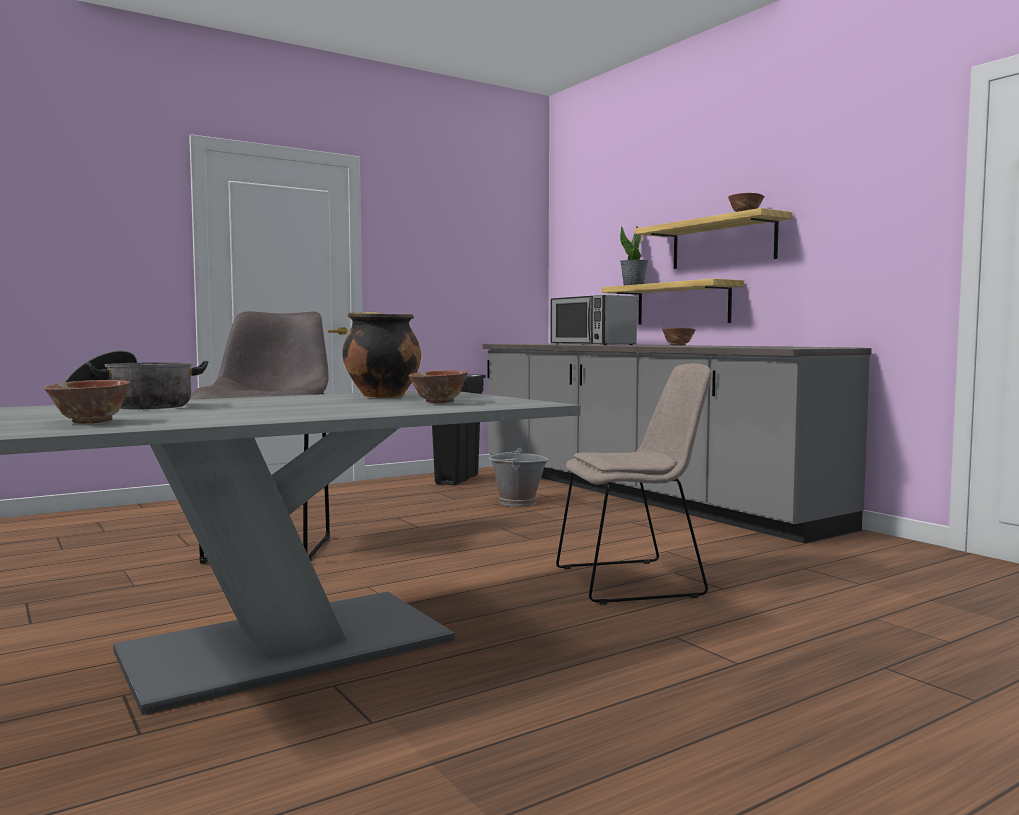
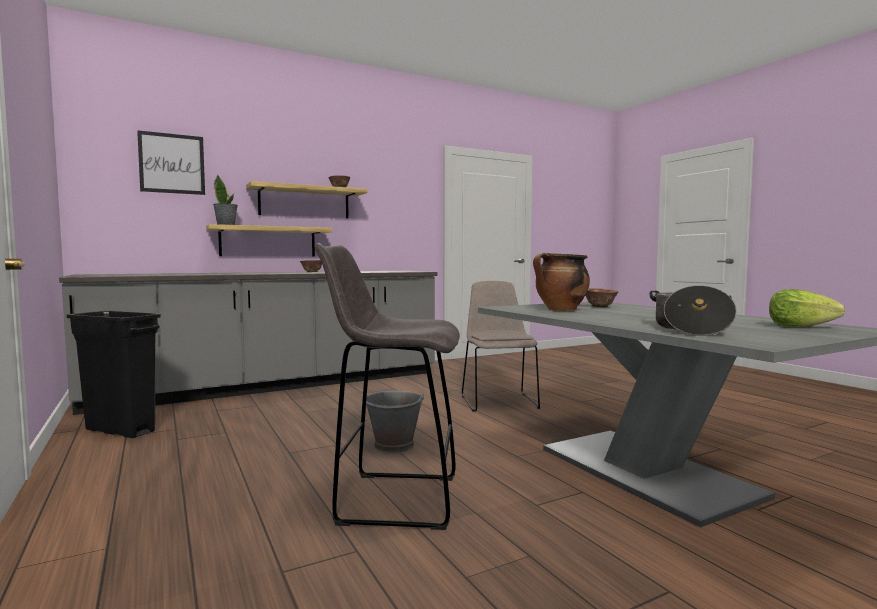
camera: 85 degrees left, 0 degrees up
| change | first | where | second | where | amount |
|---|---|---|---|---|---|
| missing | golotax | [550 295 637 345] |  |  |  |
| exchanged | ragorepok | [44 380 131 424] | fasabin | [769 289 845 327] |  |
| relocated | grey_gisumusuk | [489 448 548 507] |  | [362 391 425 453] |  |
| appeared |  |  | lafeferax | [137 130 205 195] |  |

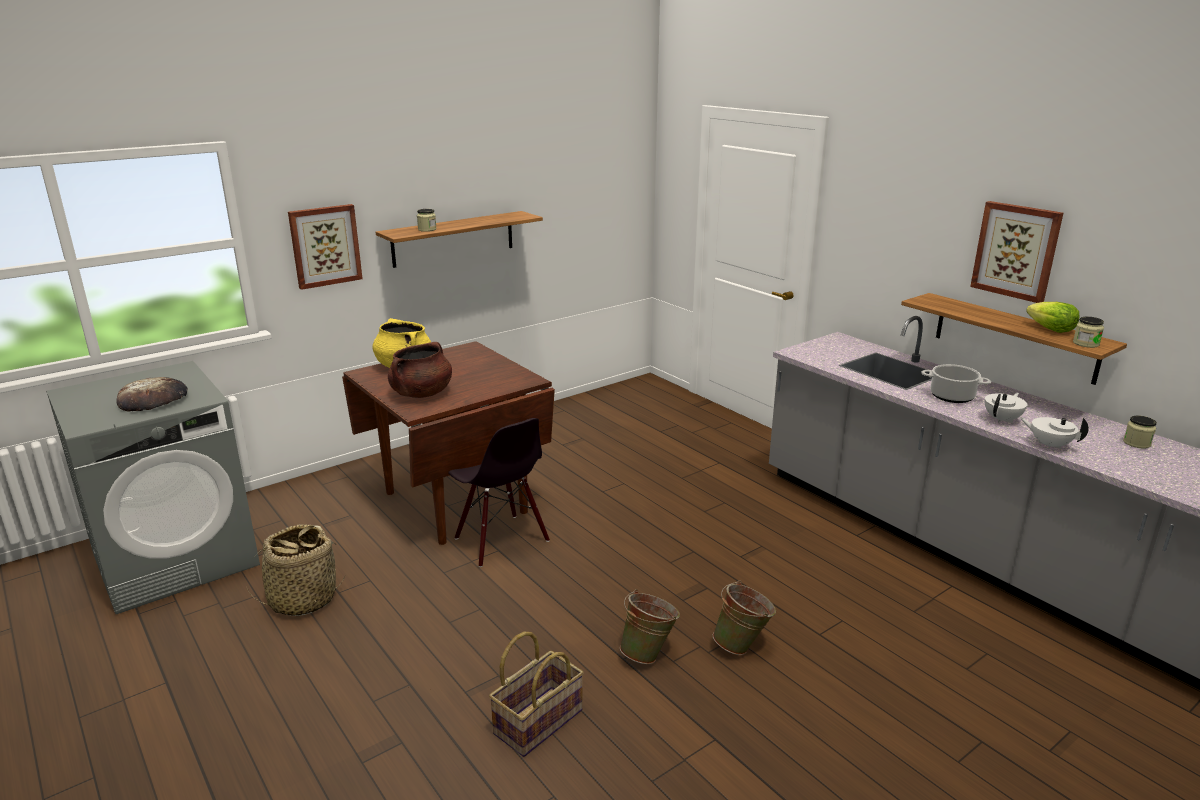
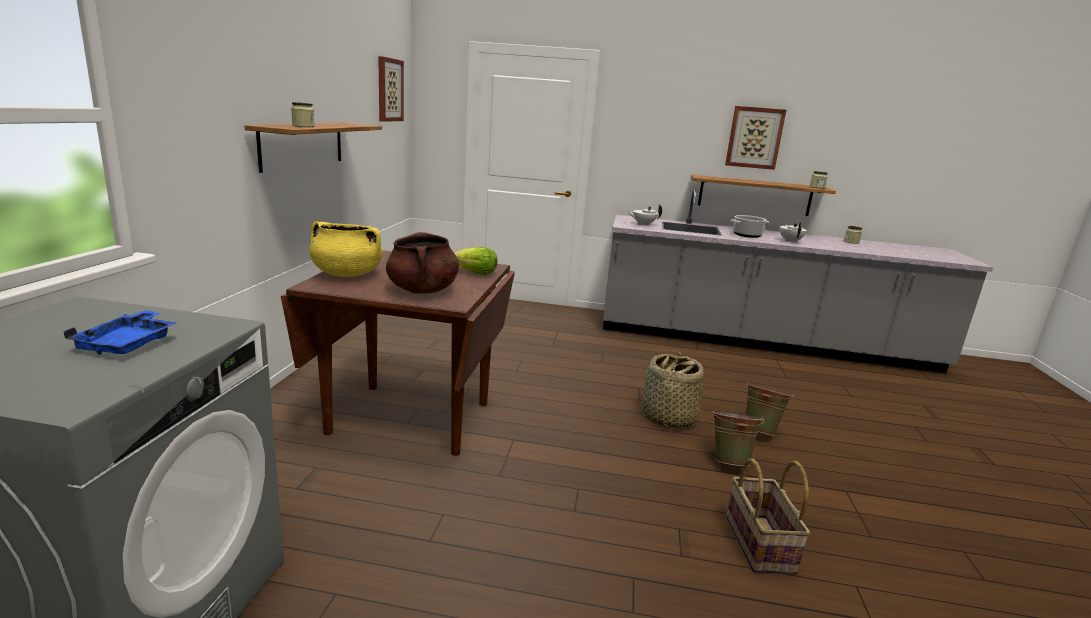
camera: 45 degrees left, 5 degrees down
| change | first | where | second | where | amount |
|---|---|---|---|---|---|
| relocated | lafeferax | [288 204 363 290] |  | [378 56 404 122] |  |
| relocated | fasabin | [1026 302 1079 333] |  | [454 247 497 275] |  |
| exchanged | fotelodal | [116 377 188 412] | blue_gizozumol | [63 310 178 355] |  |
| relocated | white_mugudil | [1020 417 1089 449] |  | [627 205 662 226] |  |
| missing | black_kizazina | [448 418 550 567] |  |  |  |
| relocated | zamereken | [247 524 345 616] |  | [642 351 704 428] |  |

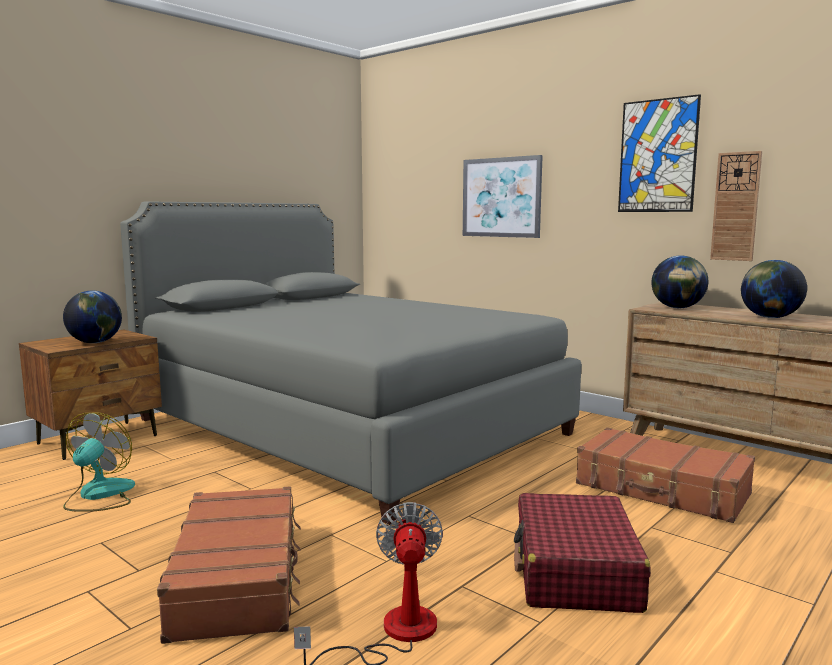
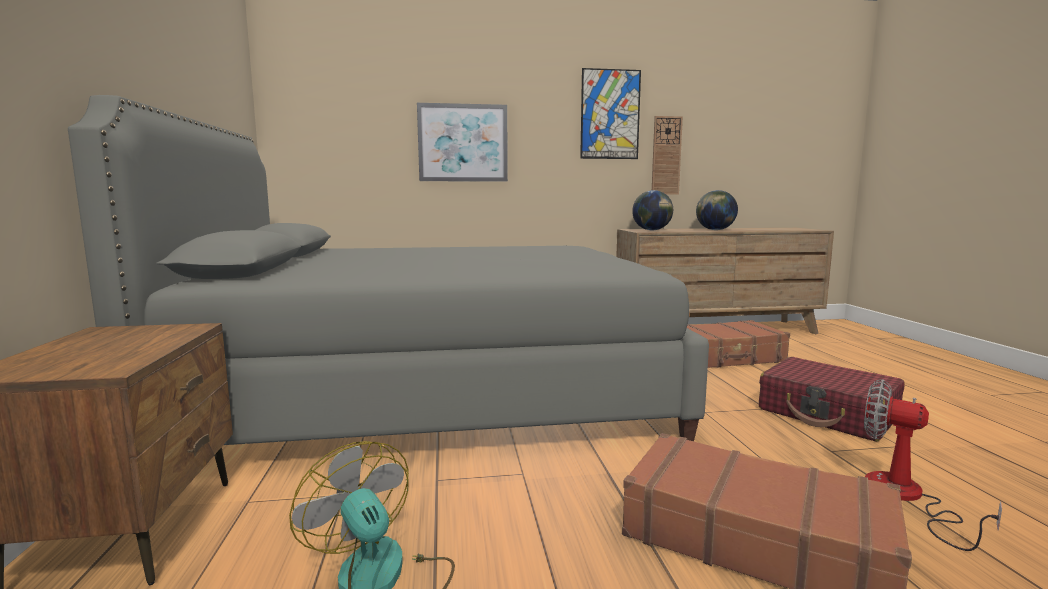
camera: 50 degrees left, 0 degrees up
| change | first | where | second | where | amount |
|---|---|---|---|---|---|
| missing | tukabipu | [63 291 122 343] |  |  |  |

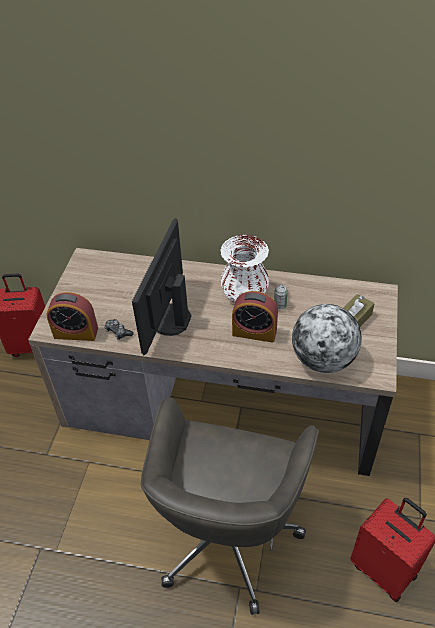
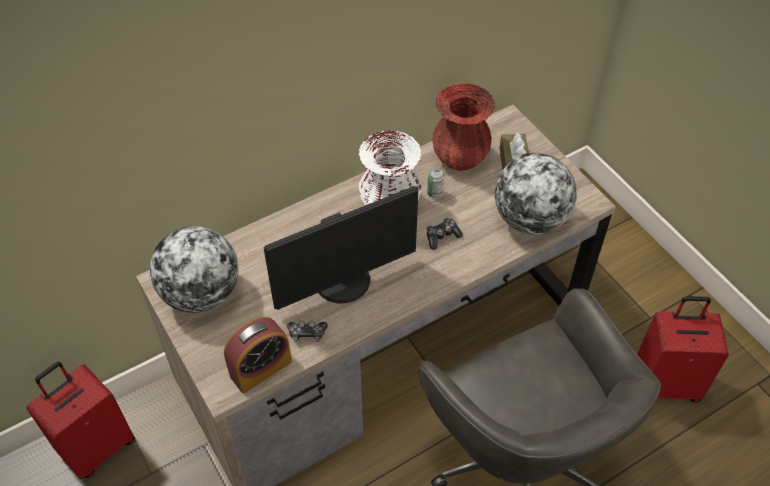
camera: 45 degrees left, 5 degrees up
| change | first | where | second | where | amount |
|---|---|---|---|---|---|
| spun | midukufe | [132 218 191 355] |  | [264 186 419 310] | 90 degrees counterclockwise |
| exchanged | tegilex | [232 291 278 343] | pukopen | [427 218 463 250] |  |
| appeared |  |  | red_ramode | [432 83 495 171] |  |
| appeared |  |  | tukabipu | [150 226 238 313] |  |

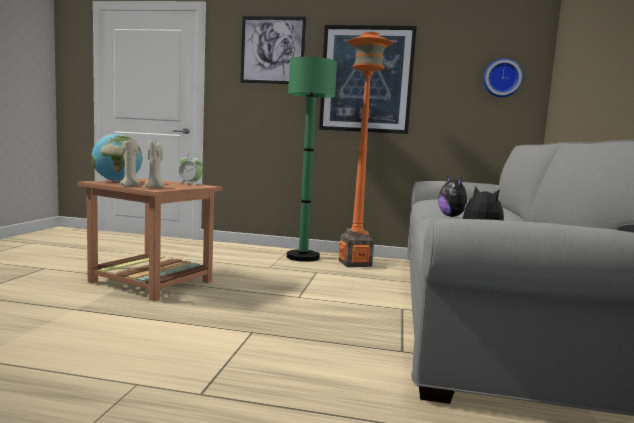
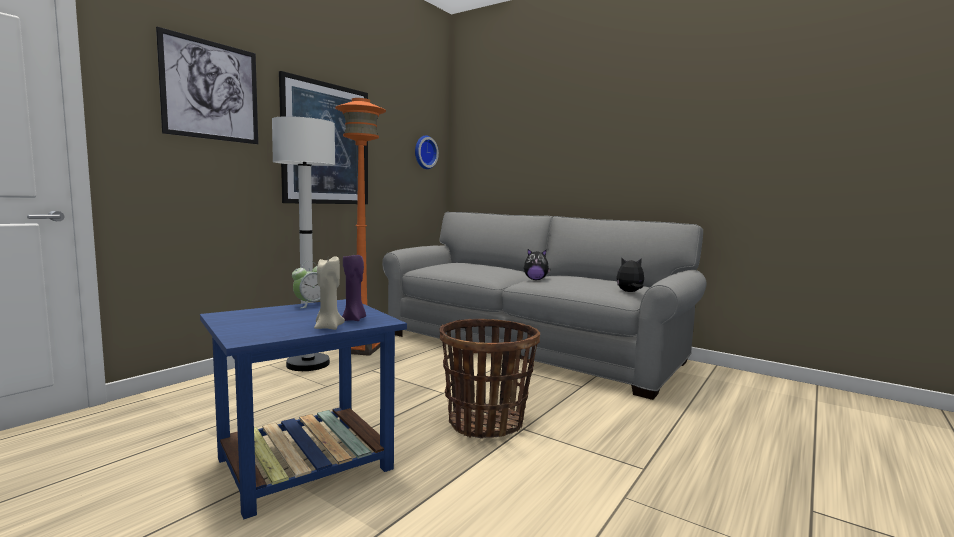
camera: 65 degrees left, 0 degrees up
| change | first | where | second | where | amount |
|---|---|---|---|---|---|
| colour | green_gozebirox | [287 57 337 262] | white_gozebirox | [272 116 335 371] |  |
| missing | tukabipu | [91 134 143 182] |  |  |  |
| colour | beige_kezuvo | [145 141 164 187] | purple_kezuvo | [342 254 366 321] |  |
| colour | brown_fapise | [78 179 222 301] | blue_fapise | [200 299 407 519] |  |
| appeared |  |  | zamereken | [440 319 540 439] |  |

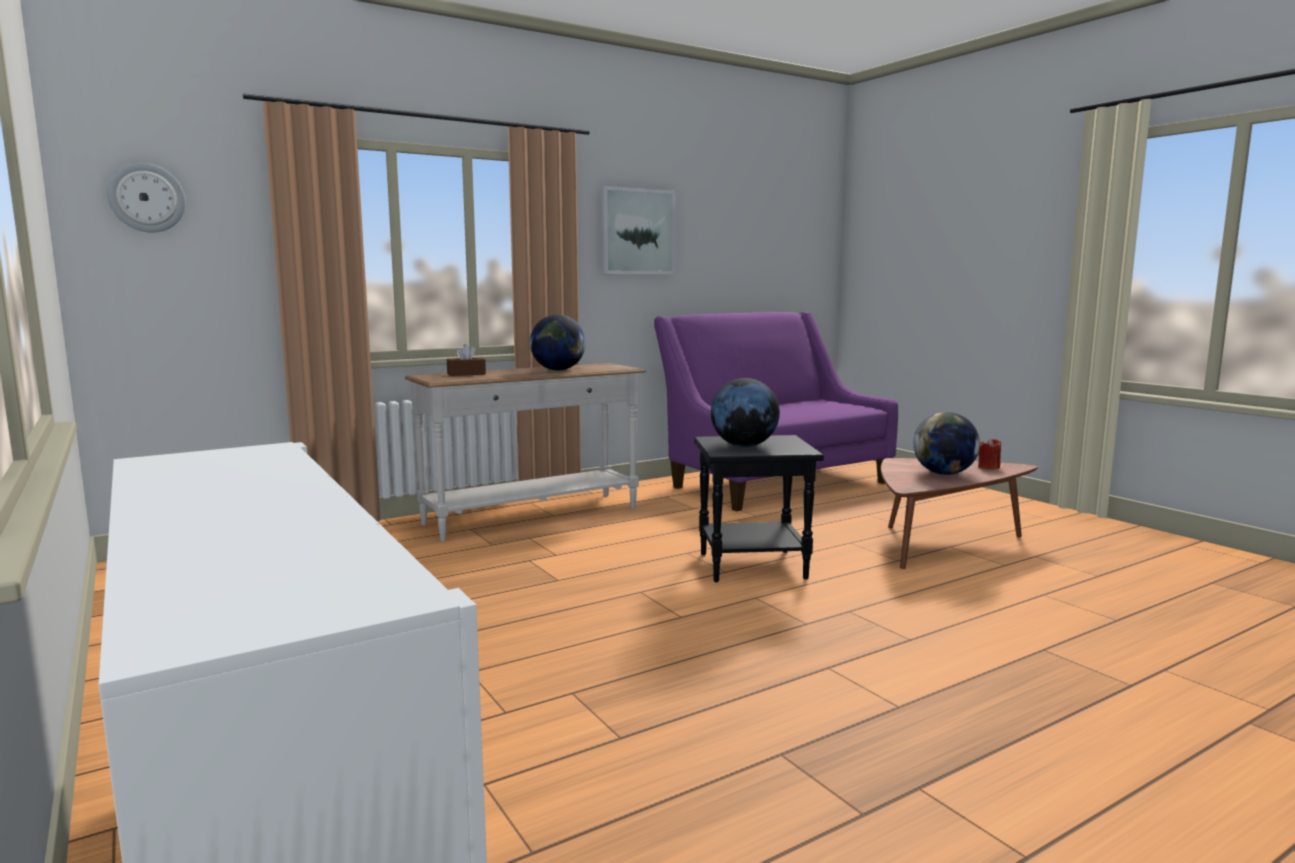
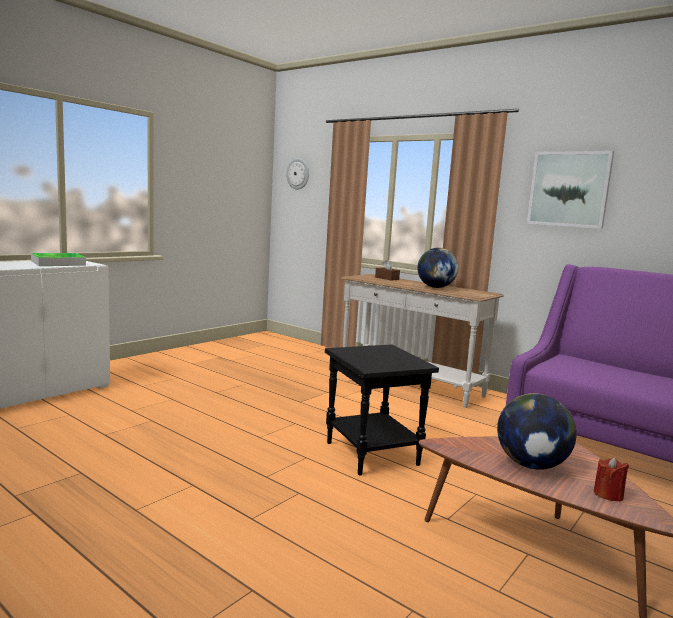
camera: 70 degrees right, 0 degrees up
| change | first | where | second | where | amount |
|---|---|---|---|---|---|
| missing | tukabipu | [711 378 780 447] |  |  |  |
| appeared |  |  | gizozumol | [31 253 86 266] |  |

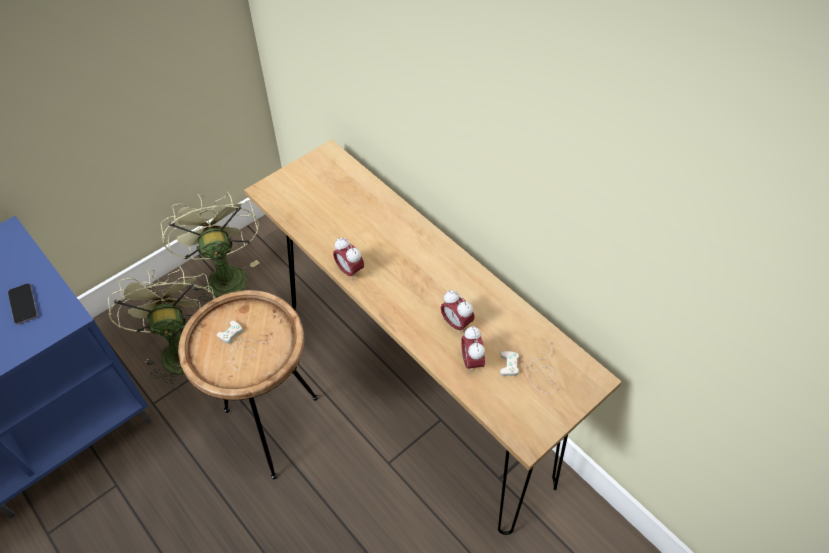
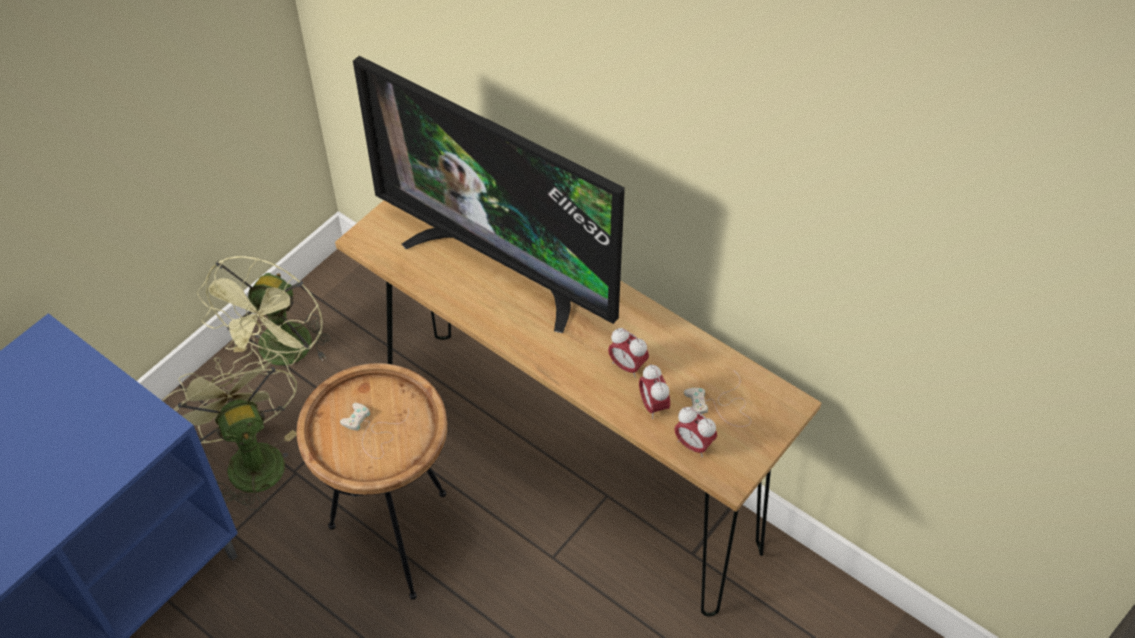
camera: 10 degrees left, 0 degrees up
| change | first | where | second | where | amount |
|---|---|---|---|---|---|
| spun | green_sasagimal | [160 192 259 302] |  | [197 256 331 365] | 135 degrees counterclockwise |
| relocated | tegilex | [333 237 364 281] |  | [674 407 717 457] |  |
| missing | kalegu | [8 283 38 325] |  |  |  |
| appeared |  |  | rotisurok | [353 56 625 333] |  |

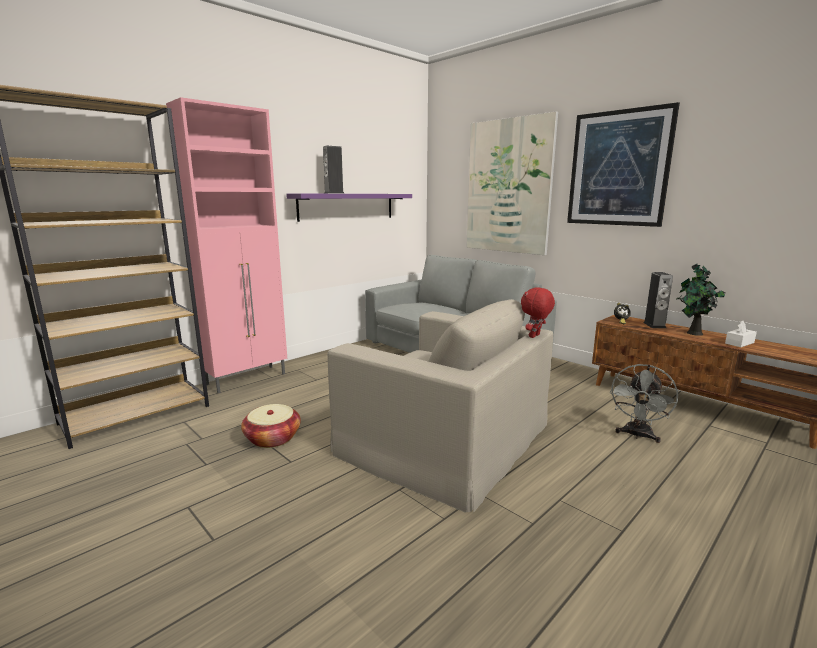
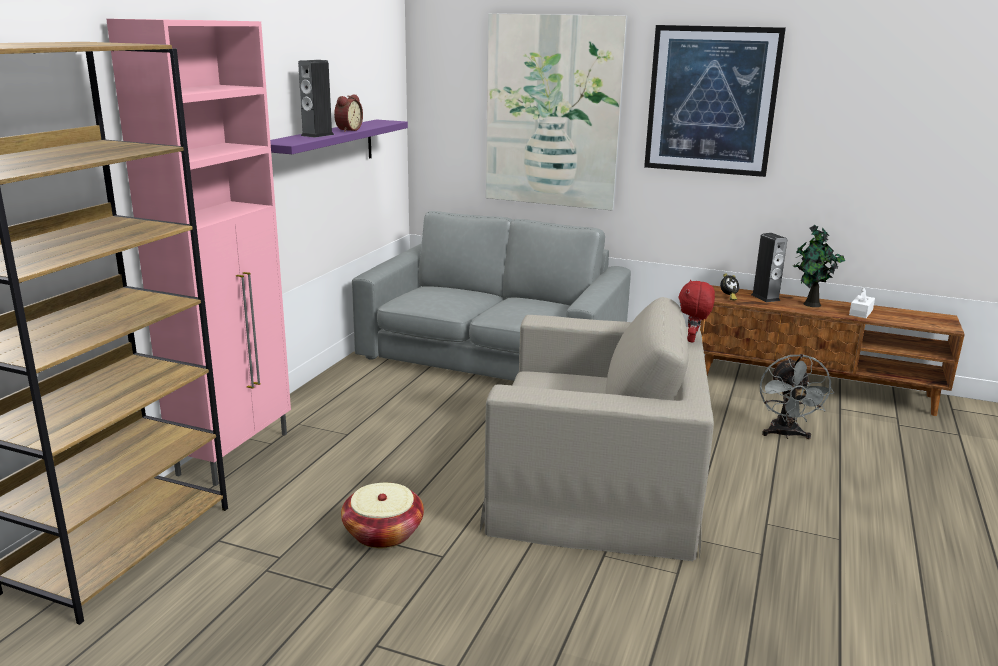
camera: 25 degrees left, 5 degrees up
| change | first | where | second | where | amount |
|---|---|---|---|---|---|
| appeared |  |  | tegilex | [334 94 363 132] |  |

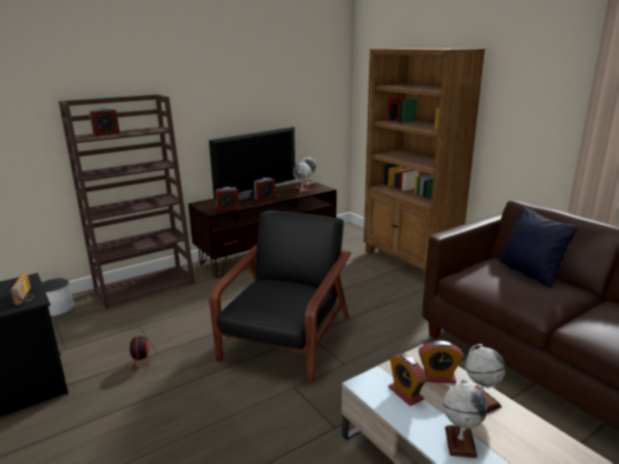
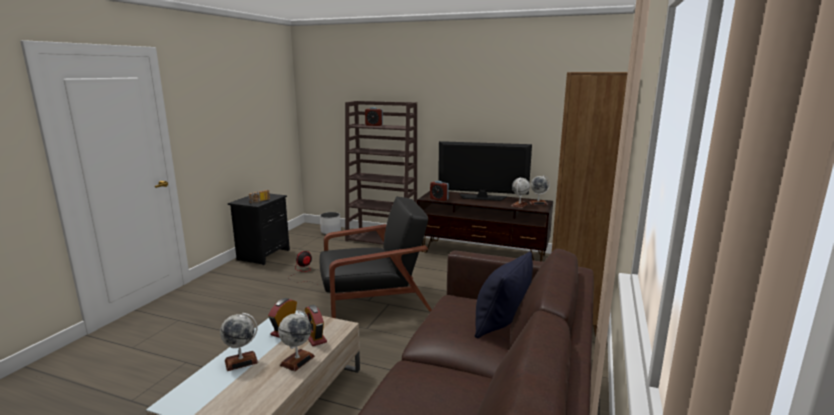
camera: 55 degrees right, 5 degrees down
| change | first | where | second | where | amount |
|---|---|---|---|---|---|
| missing | tegilex | [254 178 276 201] |  |  |  |

